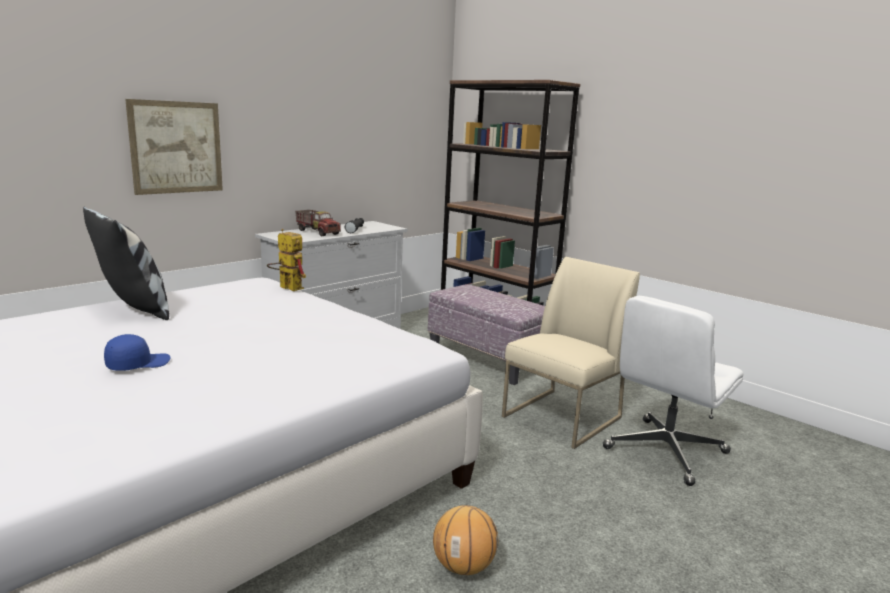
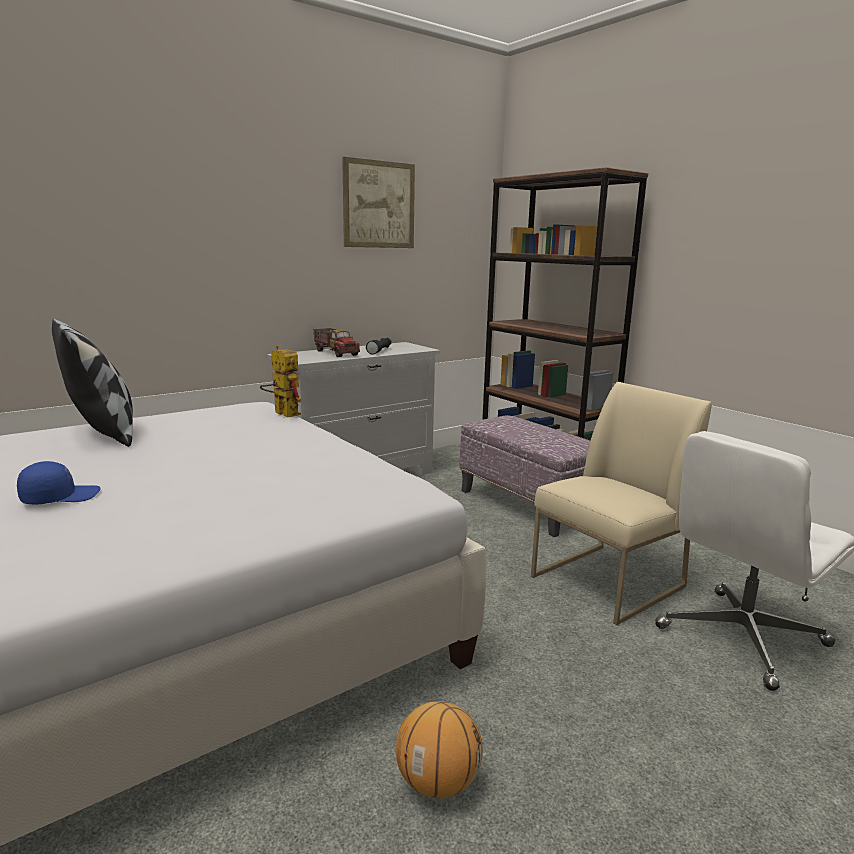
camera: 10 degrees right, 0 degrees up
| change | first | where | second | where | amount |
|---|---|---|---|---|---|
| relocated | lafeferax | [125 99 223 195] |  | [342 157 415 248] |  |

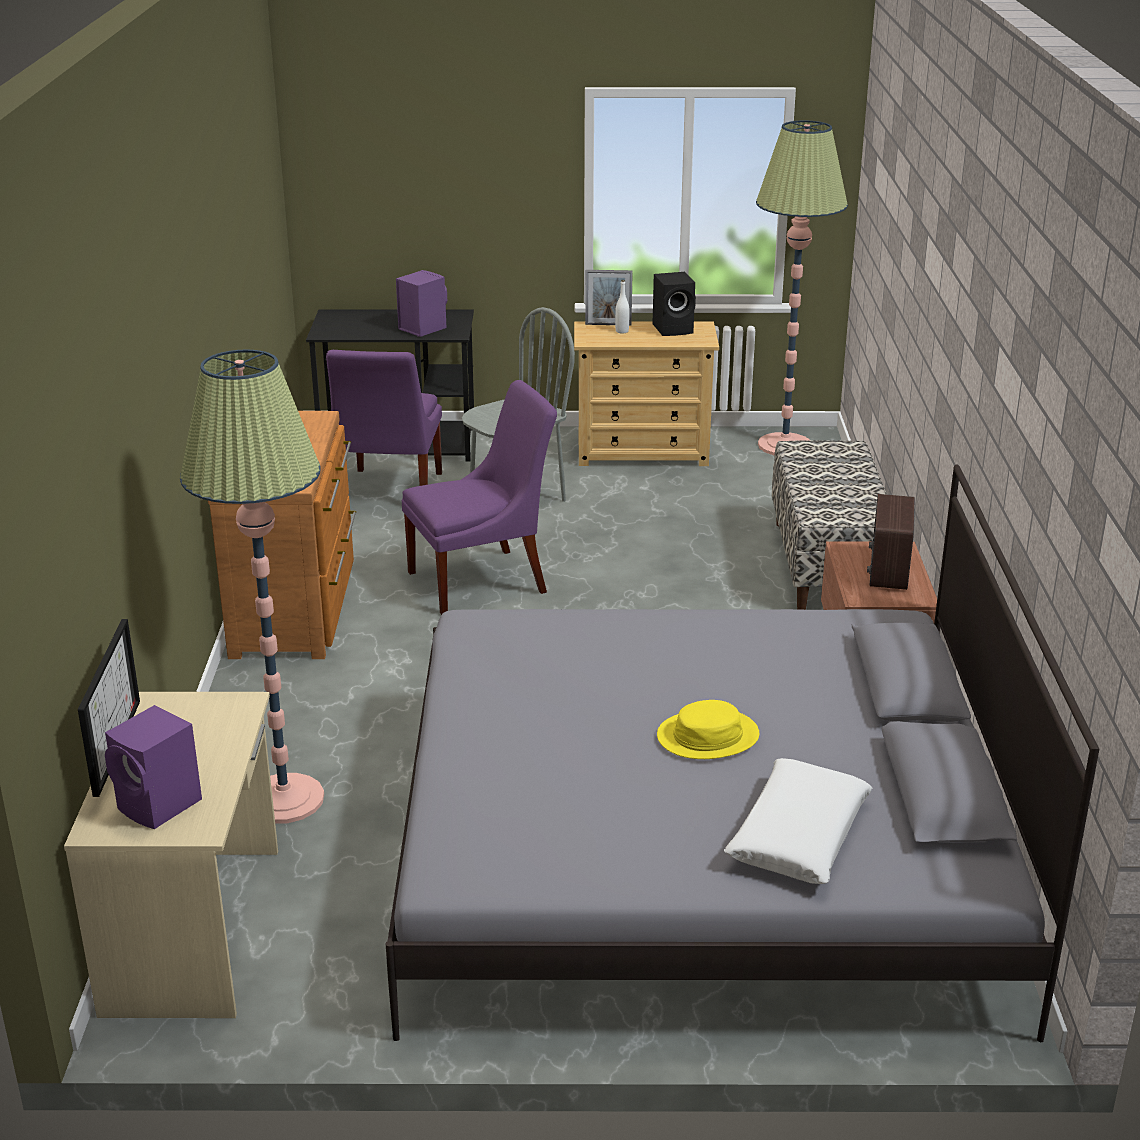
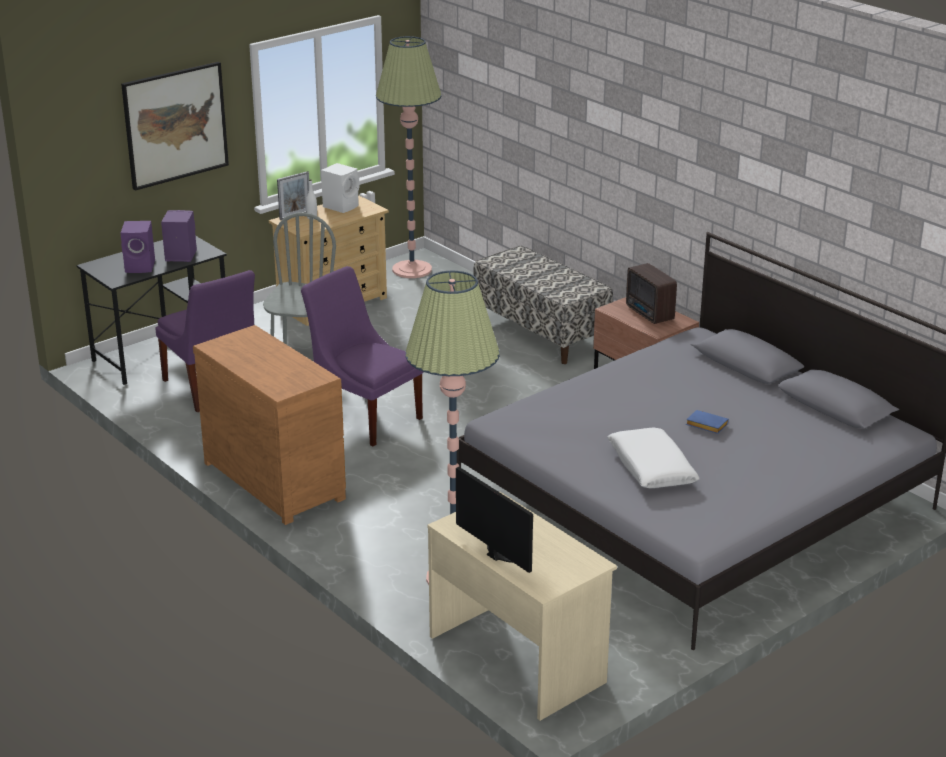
camera: 40 degrees left, 0 degrees up
| change | first | where | second | where | amount |
|---|---|---|---|---|---|
| colour | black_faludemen | [652 272 696 336] | white_faludemen | [321 163 360 213] |  |
| spun | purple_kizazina | [402 380 557 615] |  | [301 266 423 447] | 75 degrees counterclockwise |
| exchanged | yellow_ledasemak | [657 700 759 759] | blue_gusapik | [686 410 729 434] |  |
| relocated | purple_faludemen | [105 705 202 829] |  | [120 221 155 273] |  |
| relocated | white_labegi | [724 758 873 884] |  | [608 428 700 488] |  |
| appeared |  |  | lafeferax | [121 62 229 191] |  |

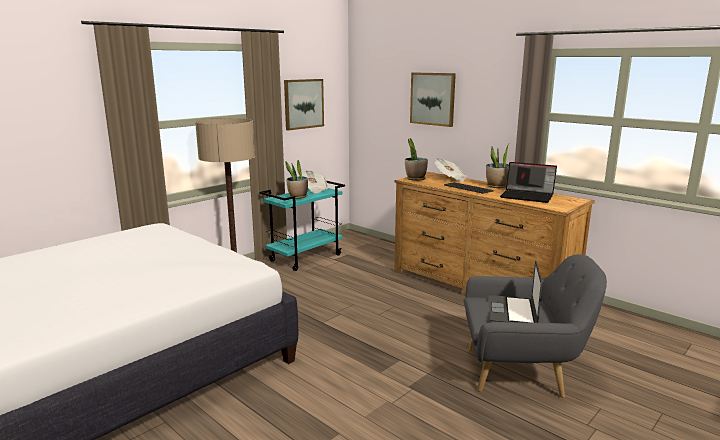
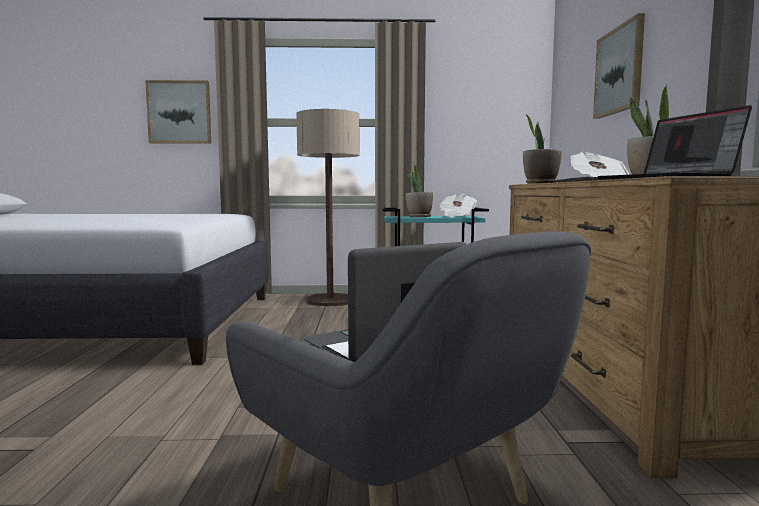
camera: 45 degrees right, 10 degrees down
| change | first | where | second | where | amount |
|---|---|---|---|---|---|
| relocated | lafeferax | [284 79 324 131] |  | [145 80 211 144] |  |

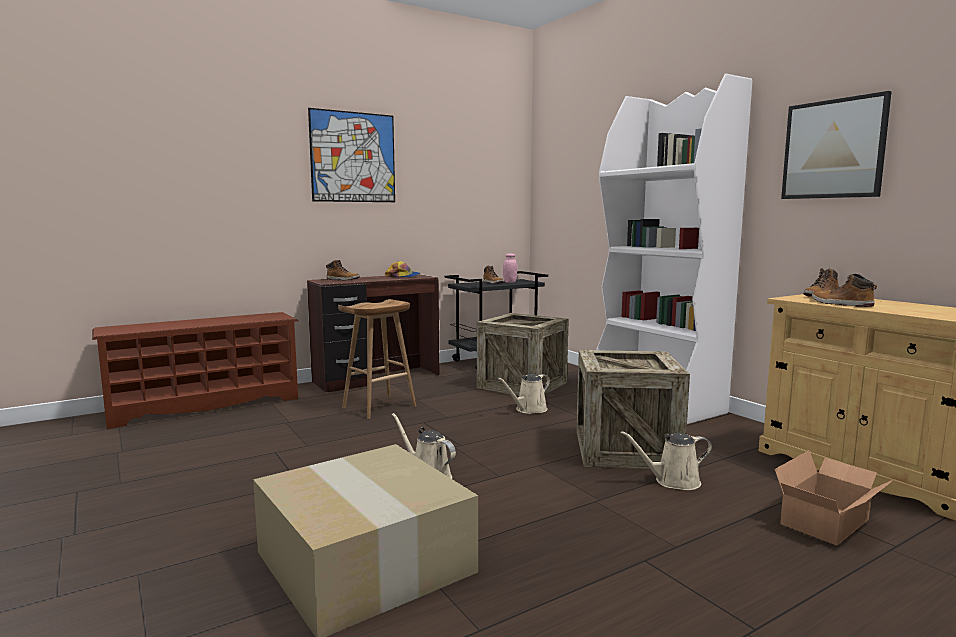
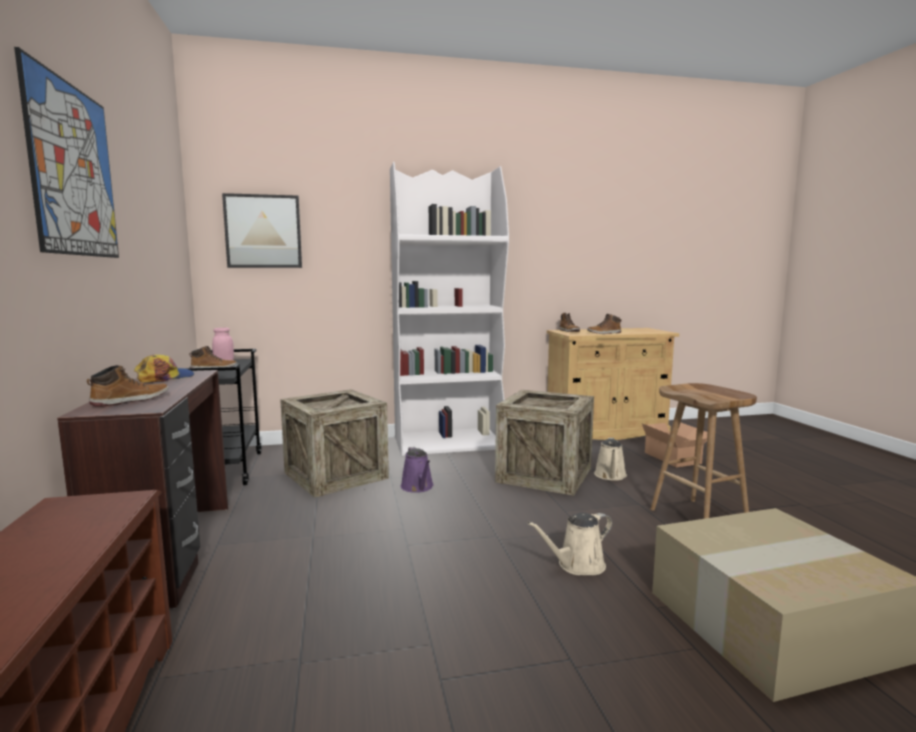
camera: 70 degrees left, 0 degrees up
| change | first | where | second | where | amount |
|---|---|---|---|---|---|
| relocated | lafeferax | [781 91 892 199] |  | [222 193 302 268] |  |
| relocated | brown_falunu | [338 299 416 419] |  | [651 383 757 519] |  |
| colour | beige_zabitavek | [497 374 550 414] | purple_zabitavek | [401 447 434 493] |  |

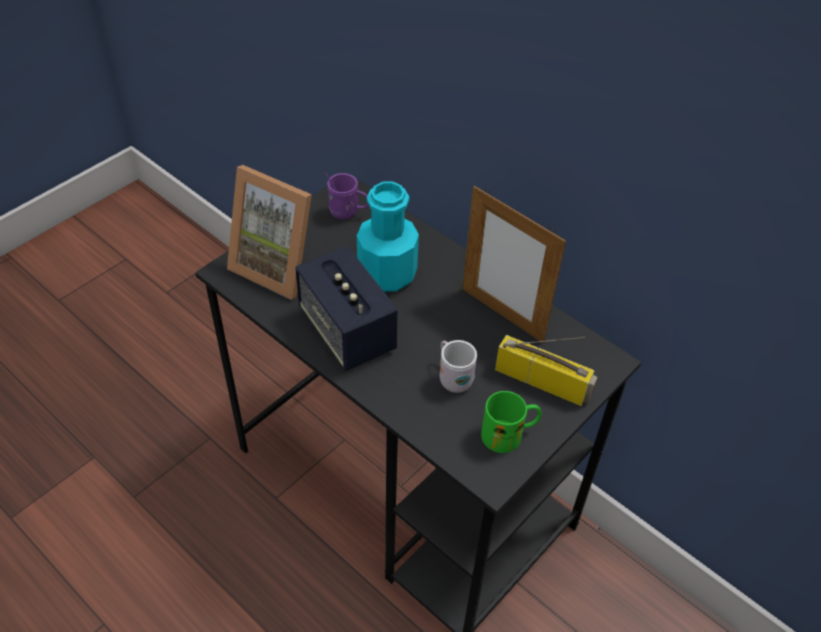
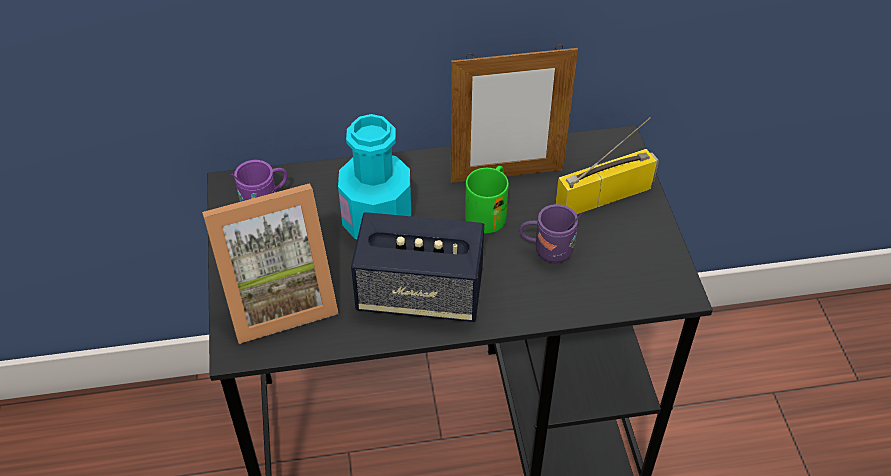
camera: 50 degrees left, 0 degrees up
| change | first | where | second | where | amount |
|---|---|---|---|---|---|
| colour | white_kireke | [440 340 477 393] | purple_kireke | [519 204 584 263] |  |
| relocated | green_kireke | [481 391 542 453] |  | [465 166 509 233] |  |

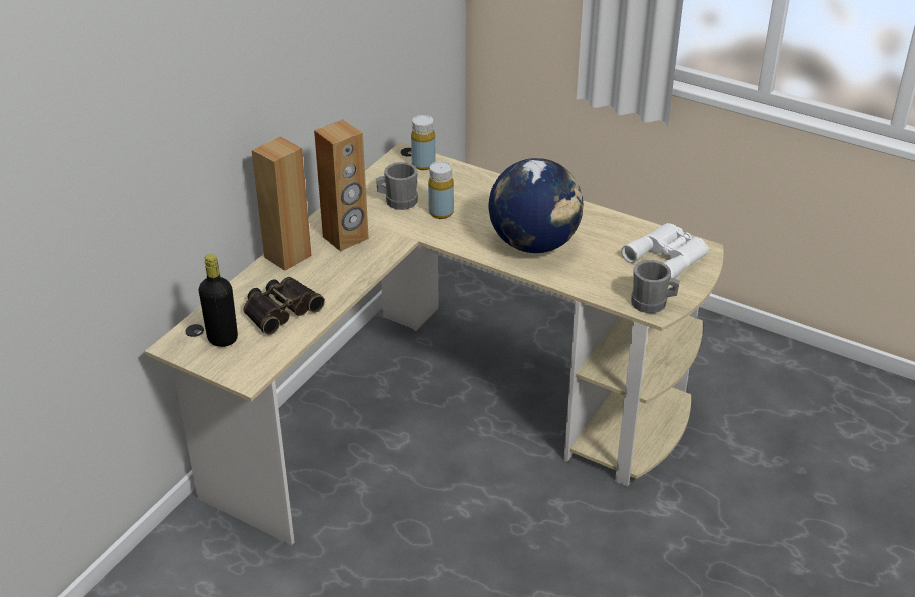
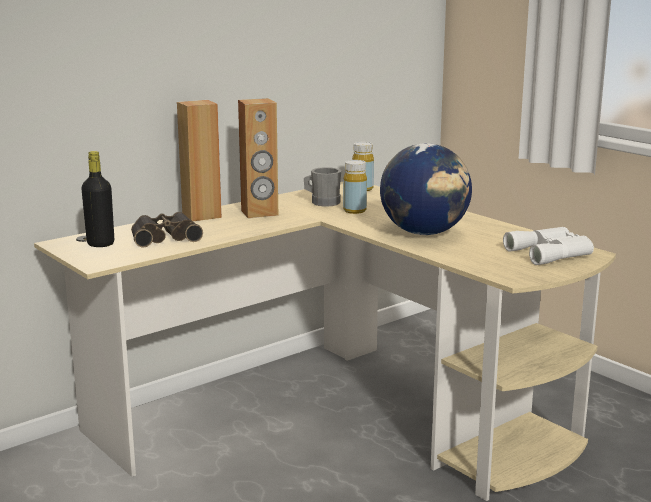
camera: 20 degrees right, 20 degrees down
| change | first | where | second | where | amount |
|---|---|---|---|---|---|
| missing | grey_kireke | [631 260 680 313] |  |  |  |

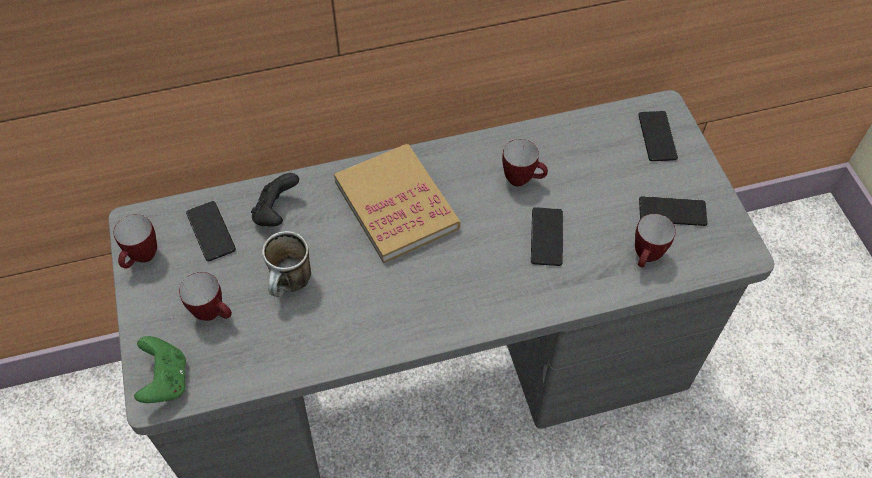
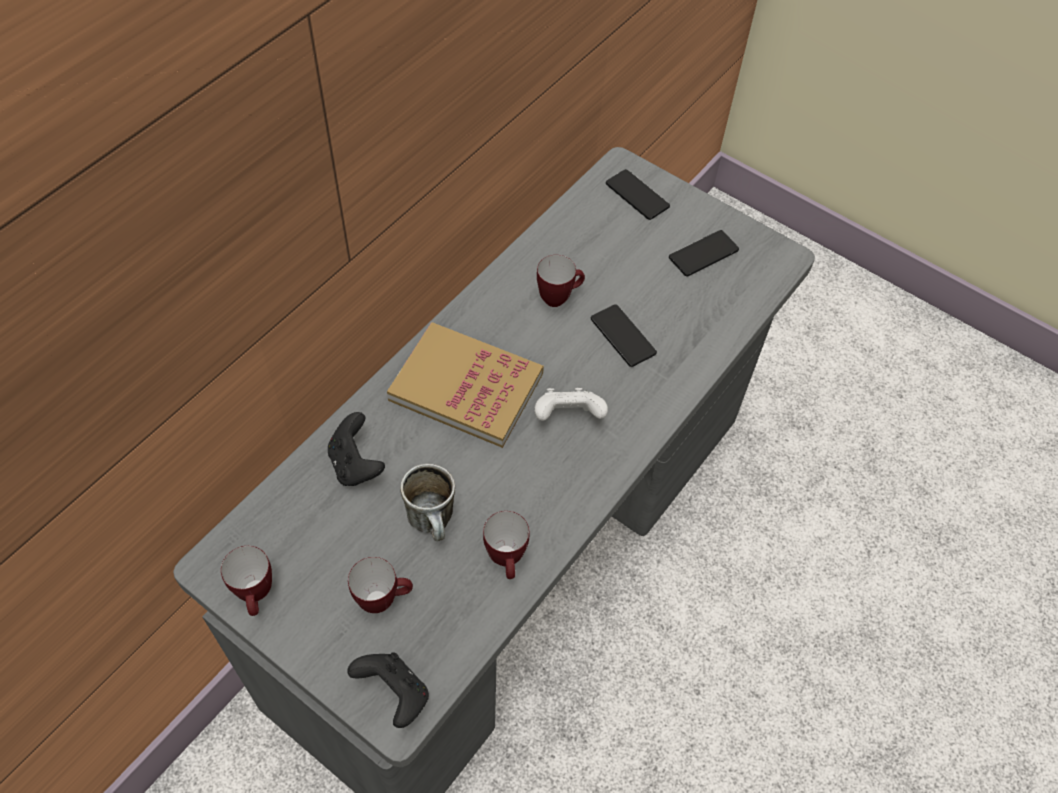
camera: 40 degrees left, 0 degrees up
| change | first | where | second | where | amount |
|---|---|---|---|---|---|
| missing | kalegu | [186 201 236 261] |  |  |  |
| relocated | kireke | [635 214 676 268] |  | [483 511 529 579] |  |
| colour | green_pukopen | [134 336 186 403] | black_pukopen | [347 652 429 728] |  |
| appeared |  |  | white_pukopen | [535 388 608 421] |  |

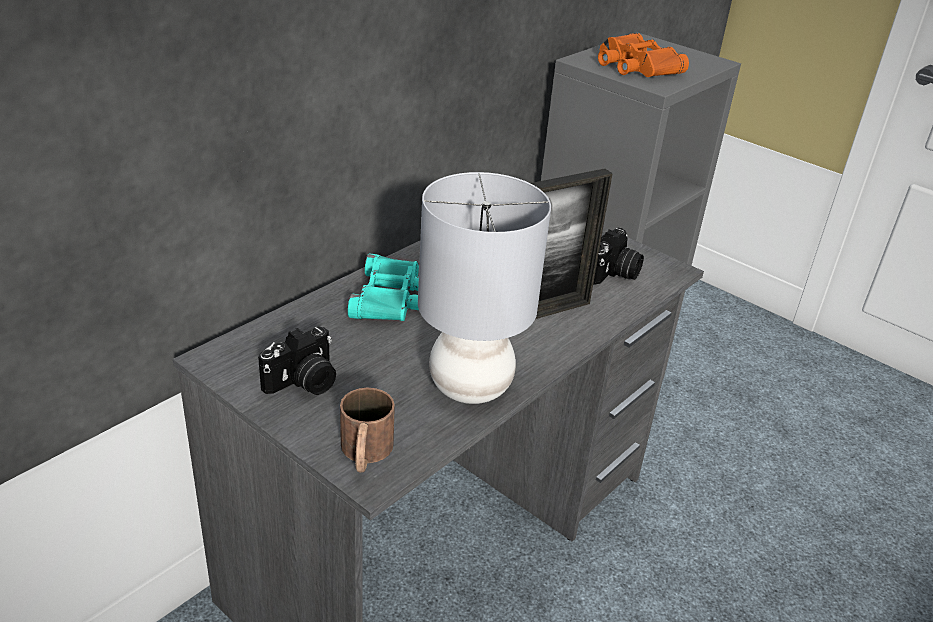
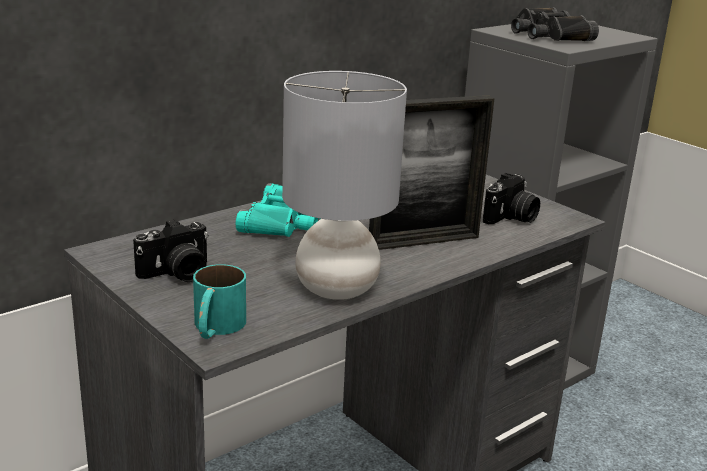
camera: 10 degrees right, 10 degrees down
| change | first | where | second | where | amount |
|---|---|---|---|---|---|
| colour | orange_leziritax | [598 33 689 77] | black_leziritax | [511 7 599 41] |  |
| colour | brown_kireke | [340 388 395 473] | turquoise_kireke | [193 264 246 339] |  |

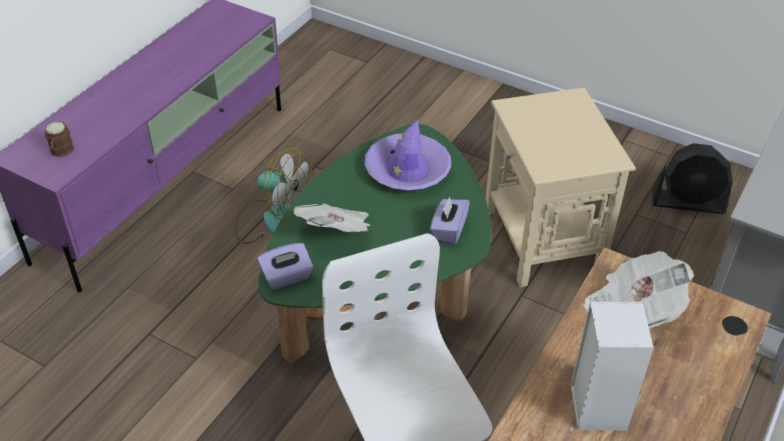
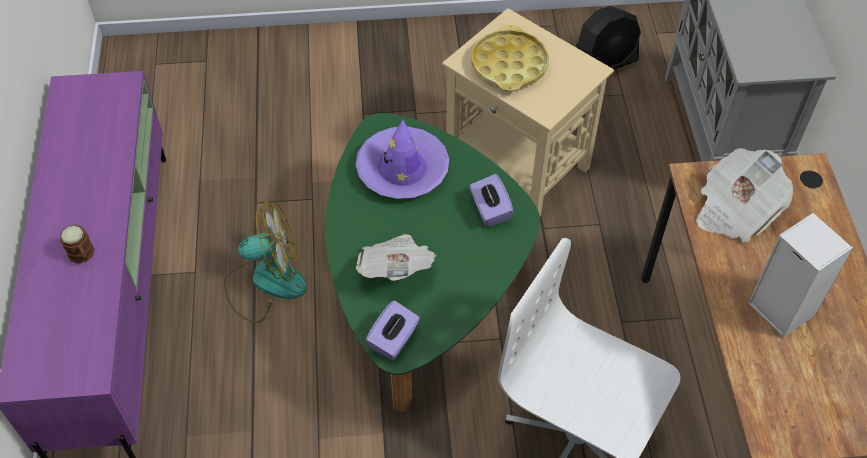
camera: 35 degrees left, 10 degrees up
| change | first | where | second | where | amount |
|---|---|---|---|---|---|
| relocated | brown_kireke | [45 122 74 157] |  | [60 225 95 264] |  |
| appeared |  |  | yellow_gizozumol | [471 24 549 92] |  |

